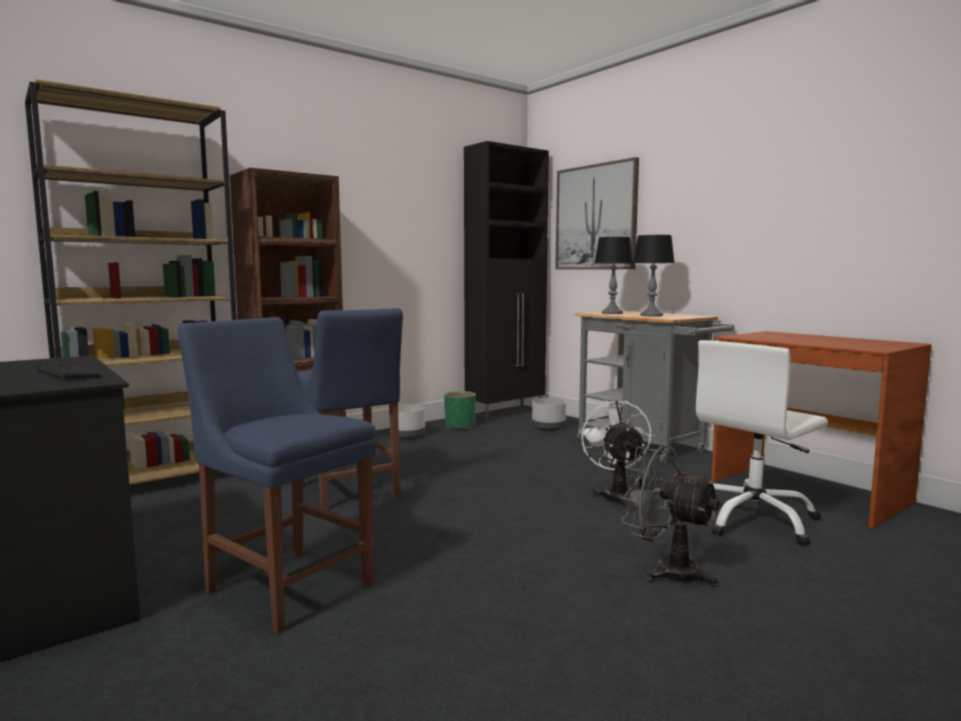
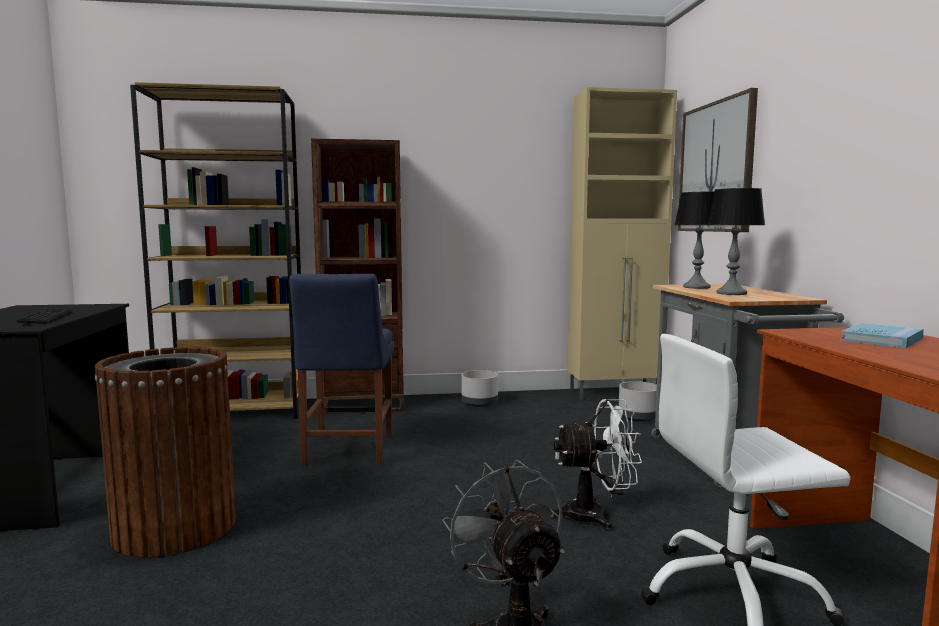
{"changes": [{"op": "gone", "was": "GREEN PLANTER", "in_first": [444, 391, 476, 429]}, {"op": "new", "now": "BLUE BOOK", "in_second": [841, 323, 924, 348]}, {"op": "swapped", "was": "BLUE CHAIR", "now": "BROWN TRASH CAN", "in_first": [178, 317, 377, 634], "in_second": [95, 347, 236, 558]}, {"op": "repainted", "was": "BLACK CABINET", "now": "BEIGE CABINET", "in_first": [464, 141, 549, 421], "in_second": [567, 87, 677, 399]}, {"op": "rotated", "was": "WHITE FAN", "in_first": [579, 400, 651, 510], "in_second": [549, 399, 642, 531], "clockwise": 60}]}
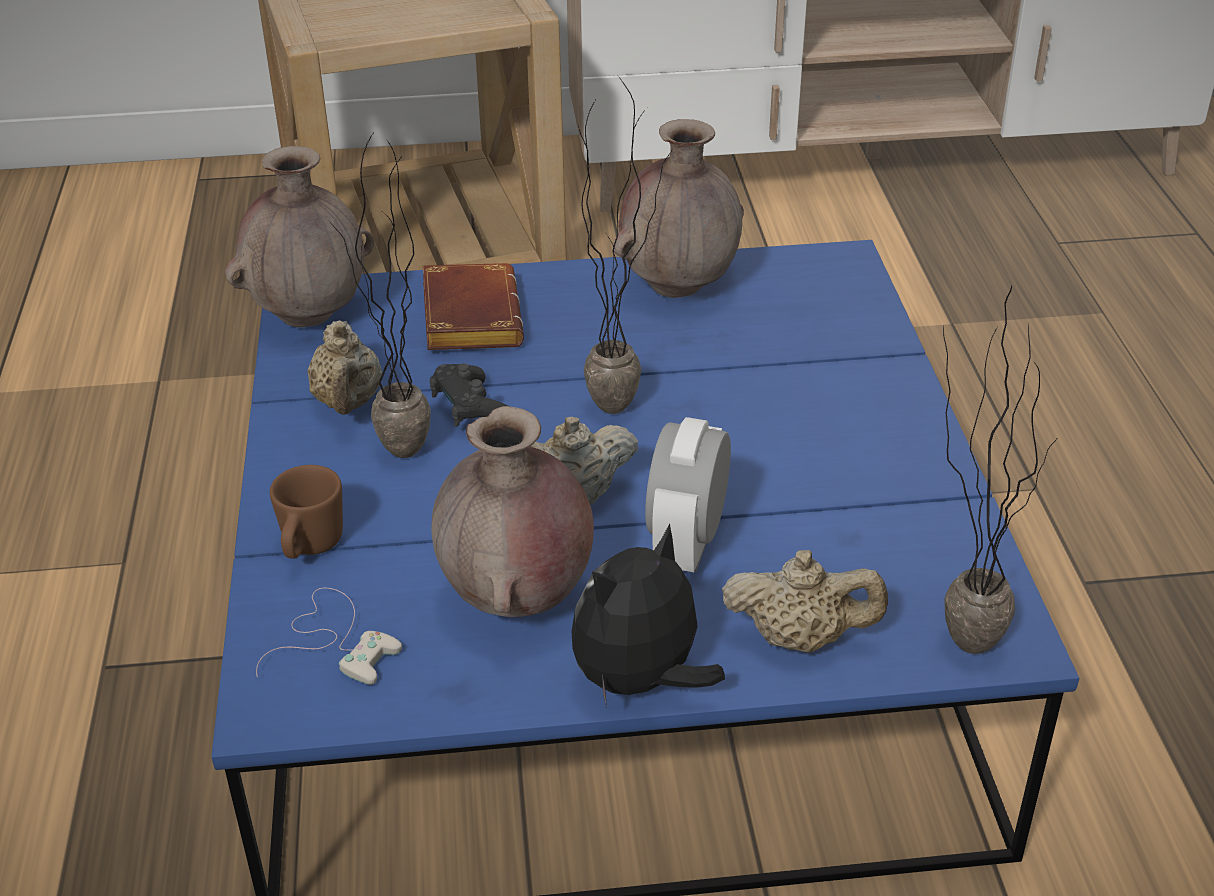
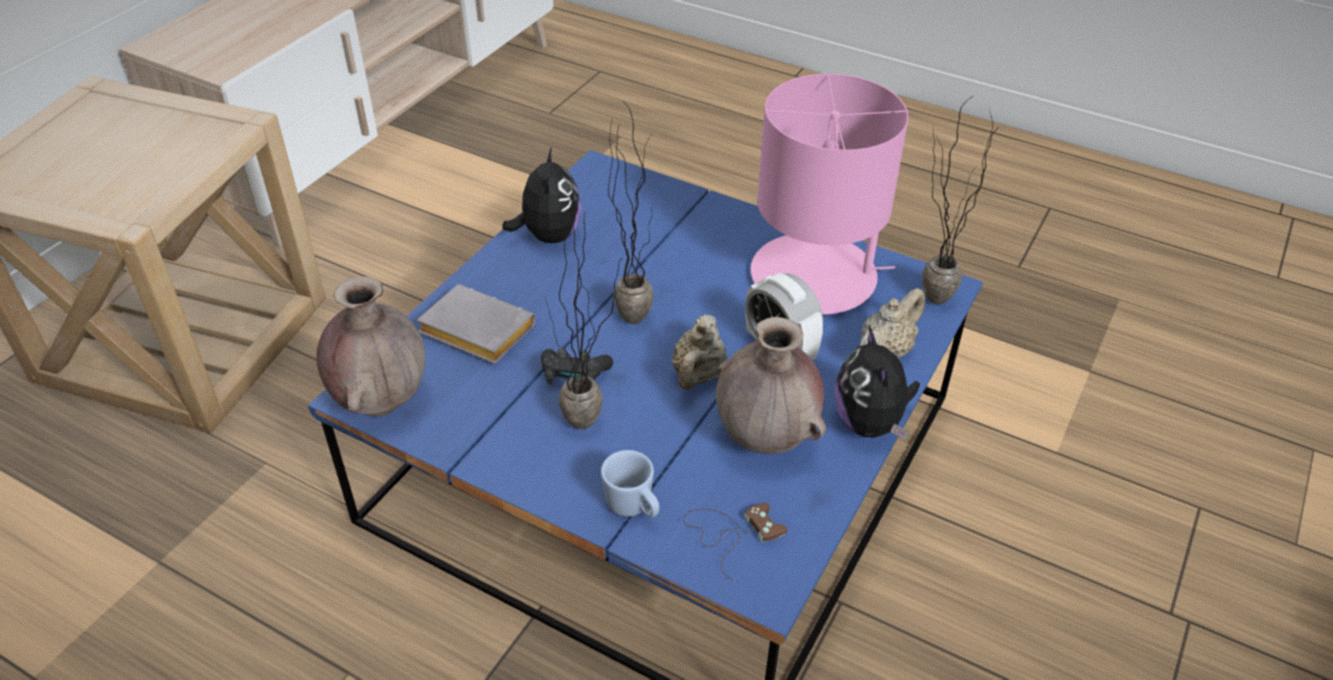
{"changes": [{"op": "gone", "was": "BEIGE TEAPOT", "in_first": [307, 320, 382, 415]}, {"op": "new", "now": "PINK TABLE LAMP", "in_second": [751, 74, 909, 315]}, {"op": "swapped", "was": "BROWN VASE", "now": "PLUSH TOY", "in_first": [613, 119, 744, 298], "in_second": [502, 147, 581, 243]}, {"op": "repainted", "was": "WHITE GAME CONTROLLER", "now": "BROWN GAME CONTROLLER", "in_first": [256, 588, 402, 685], "in_second": [683, 503, 787, 582]}, {"op": "repainted", "was": "BROWN MUG", "now": "BLUE MUG", "in_first": [270, 465, 343, 559], "in_second": [601, 450, 660, 518]}, {"op": "repainted", "was": "BROWN BOOK", "now": "GREY BOOK", "in_first": [423, 263, 524, 350], "in_second": [417, 284, 536, 364]}]}
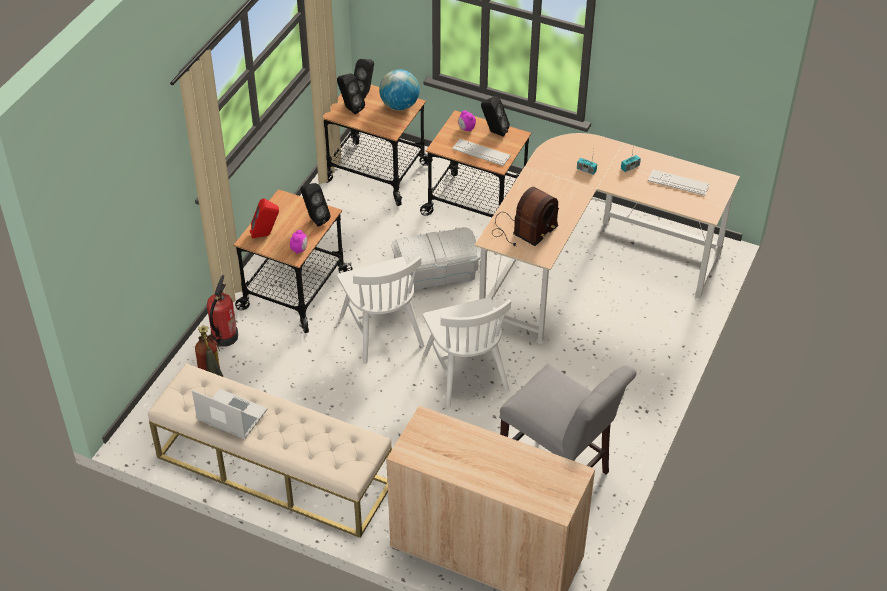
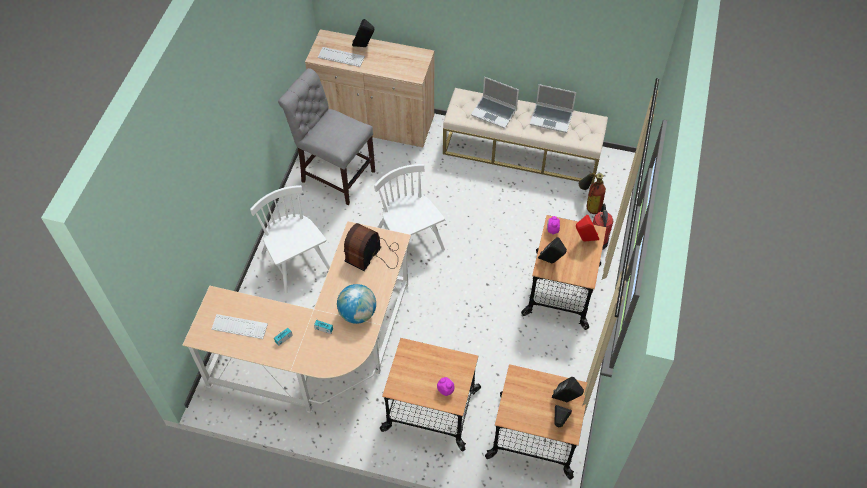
{"changes": [{"op": "gone", "was": "WHITE STORAGE BOX", "in_first": [392, 227, 481, 291]}, {"op": "new", "now": "LAPTOP", "in_second": [471, 77, 519, 129]}, {"op": "shifted", "was": "WHITE CHAIR", "in_first": [337, 256, 425, 364], "in_second": [250, 185, 330, 293]}, {"op": "shifted", "was": "GLOBE", "in_first": [379, 69, 420, 110], "in_second": [337, 284, 376, 324]}, {"op": "shifted", "was": "KEYBOARD", "in_first": [452, 139, 511, 166], "in_second": [318, 47, 365, 67]}, {"op": "shifted", "was": "BLACK SPEAKER", "in_first": [481, 96, 510, 137], "in_second": [352, 19, 374, 47]}]}
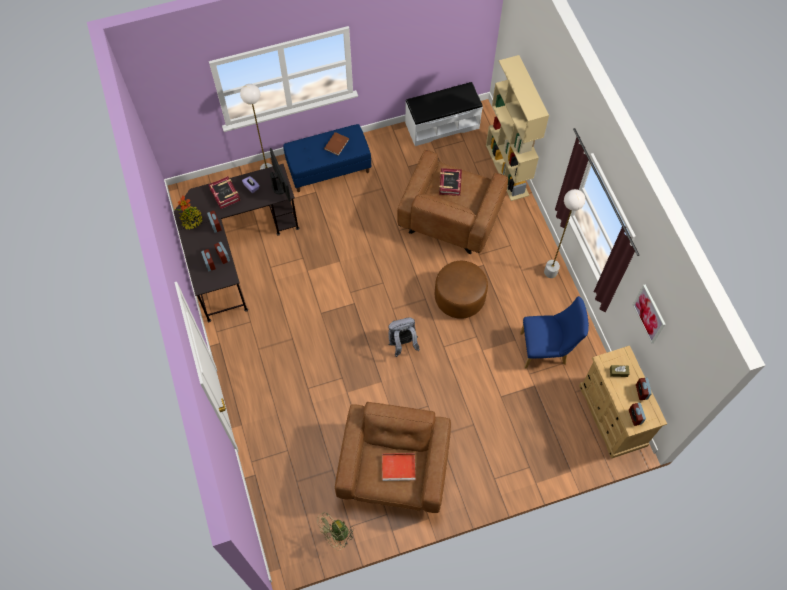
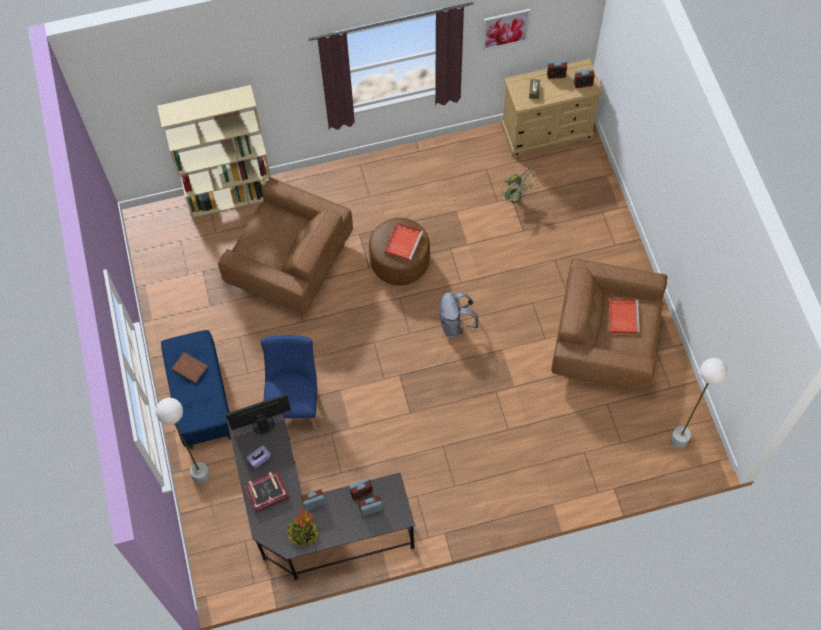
{"changes": [{"op": "gone", "was": "WHITE BENCH", "in_first": [405, 82, 483, 146]}, {"op": "gone", "was": "BOOK", "in_first": [439, 168, 462, 196]}, {"op": "new", "now": "RED TRAY", "in_second": [384, 222, 423, 261]}, {"op": "shifted", "was": "GREEN FAN", "in_first": [317, 512, 354, 551], "in_second": [501, 168, 537, 208]}, {"op": "shifted", "was": "BLUE CHAIR", "in_first": [520, 296, 589, 368], "in_second": [261, 335, 317, 430]}, {"op": "shifted", "was": "WHITE FLOOR LAMP", "in_first": [544, 189, 586, 278], "in_second": [670, 358, 728, 449]}]}
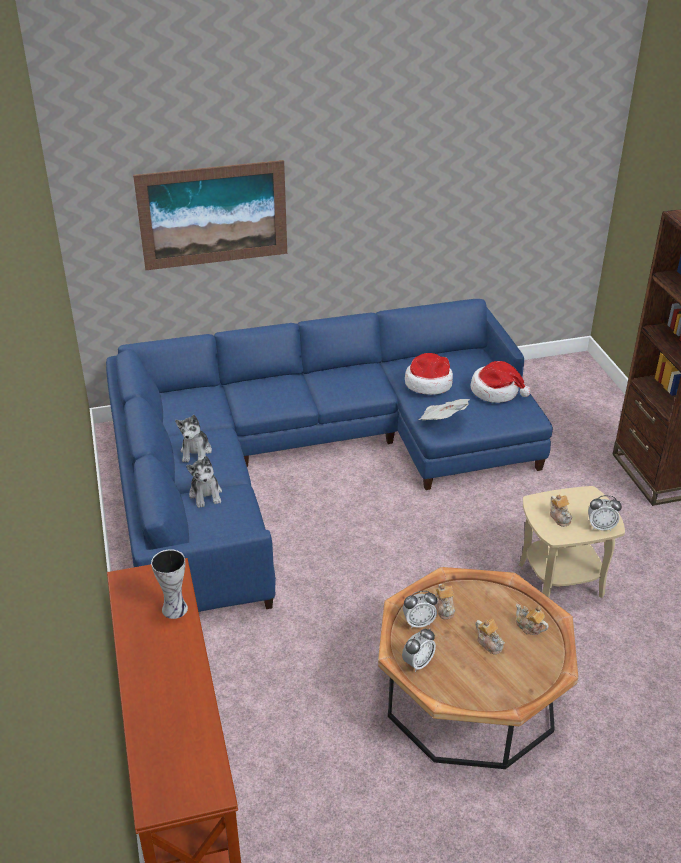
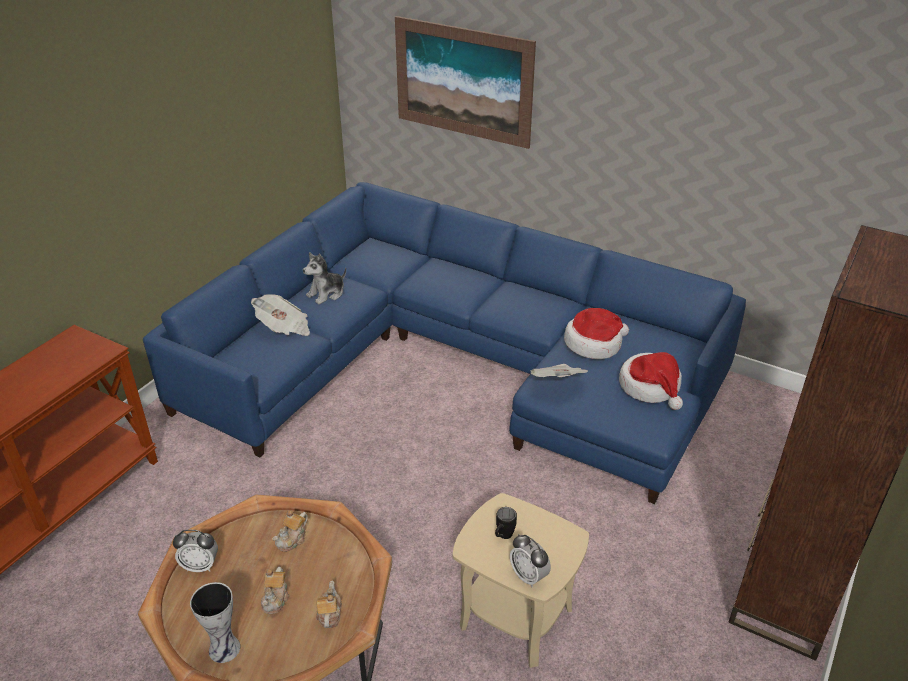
{"changes": [{"op": "gone", "was": "ALARM CLOCK", "in_first": [403, 591, 437, 628]}, {"op": "shifted", "was": "VASE", "in_first": [151, 549, 188, 619], "in_second": [190, 582, 240, 663]}, {"op": "swapped", "was": "PLUSH TOY", "now": "NEWSPAPER", "in_first": [186, 456, 222, 508], "in_second": [251, 294, 310, 336]}, {"op": "swapped", "was": "TEAPOT", "now": "BLACK MUG", "in_first": [550, 494, 572, 527], "in_second": [495, 507, 517, 539]}]}
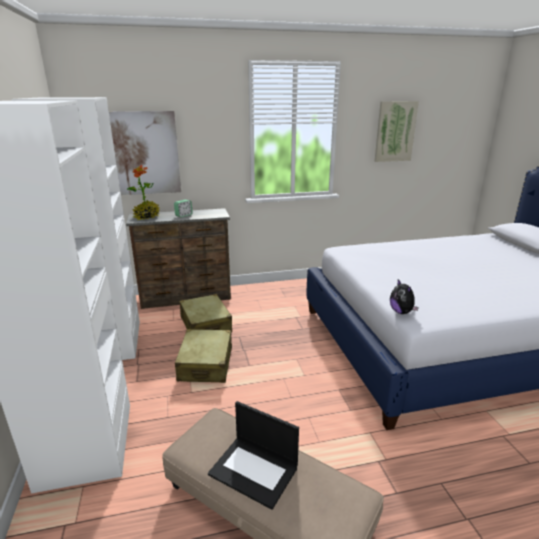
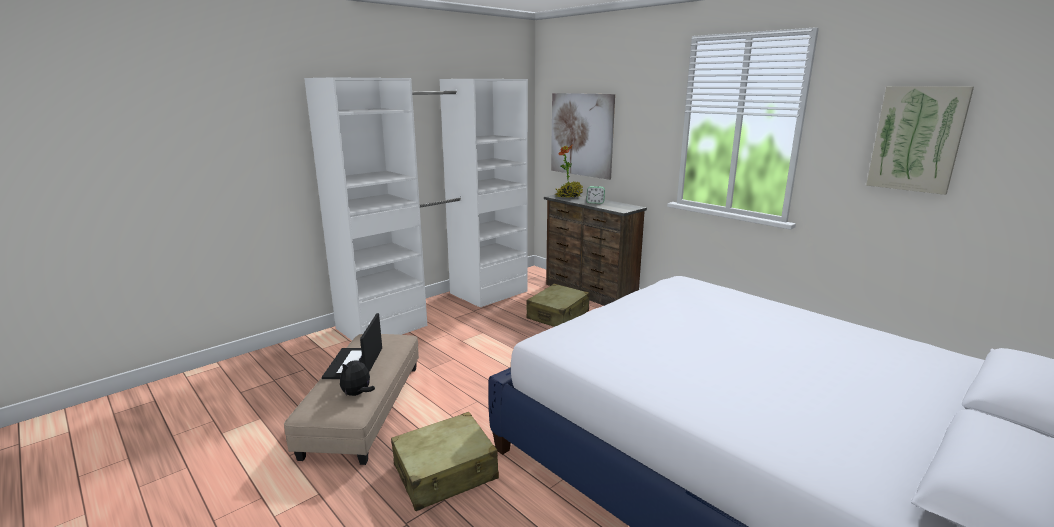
{"changes": [{"op": "shifted", "was": "BEIGE SUITCASE", "in_first": [175, 329, 232, 383], "in_second": [391, 412, 499, 511]}, {"op": "shifted", "was": "PLUSH TOY", "in_first": [390, 279, 419, 314], "in_second": [340, 355, 375, 396]}]}
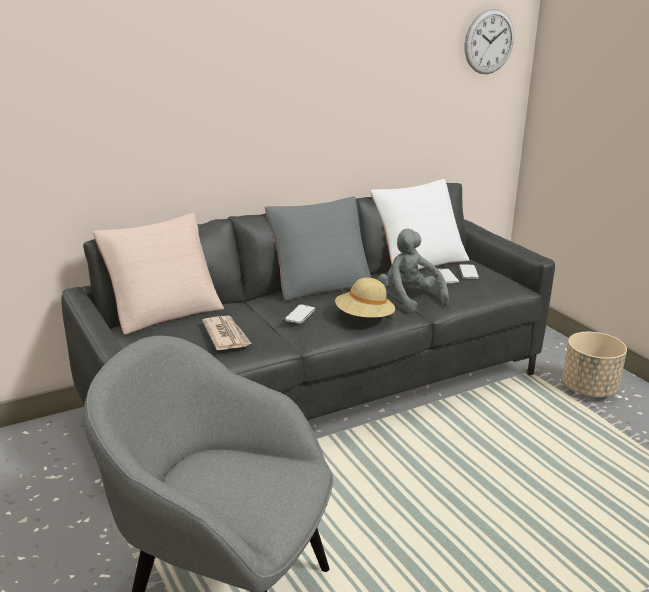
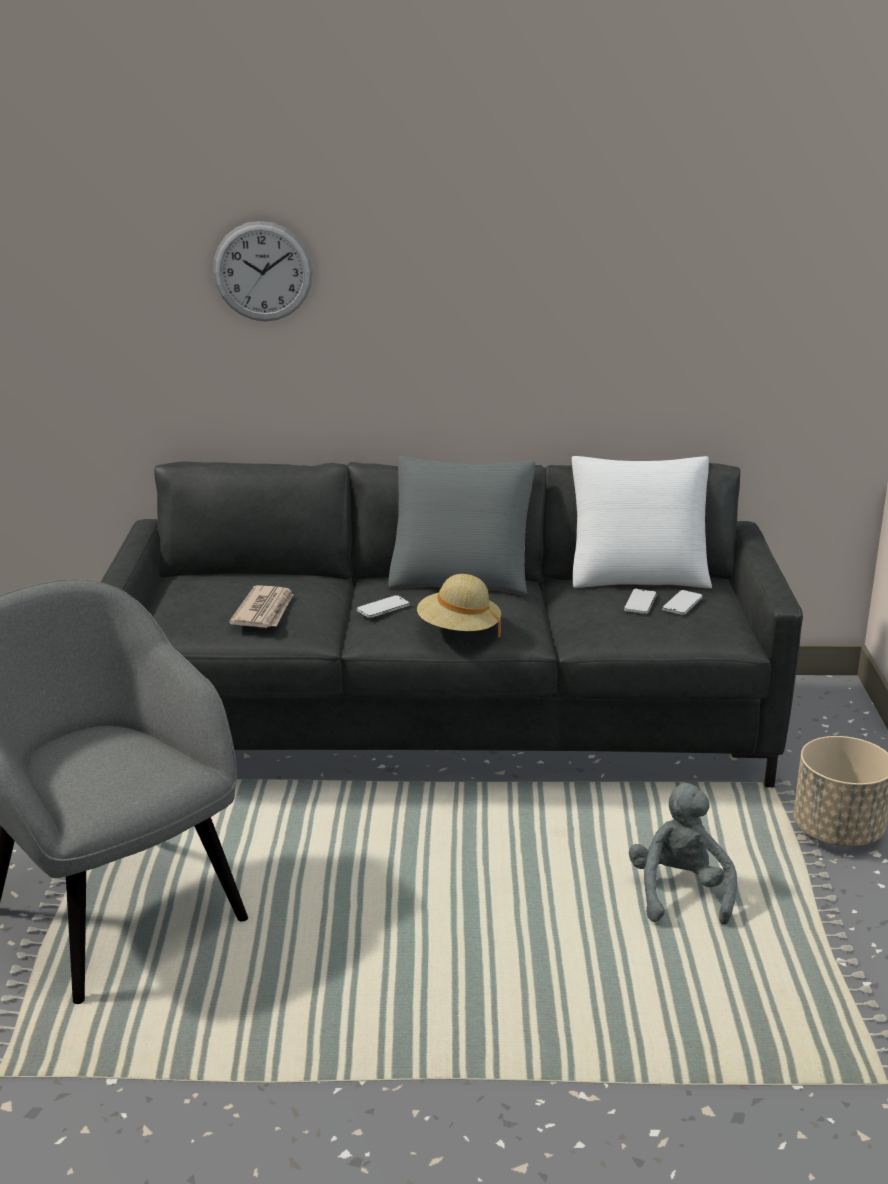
{"changes": [{"op": "gone", "was": "BEIGE PILLOW", "in_first": [93, 213, 224, 335]}, {"op": "shifted", "was": "GREY PLUSH TOY", "in_first": [378, 229, 449, 313], "in_second": [629, 783, 737, 925]}, {"op": "shifted", "was": "WALL CLOCK", "in_first": [465, 9, 514, 74], "in_second": [213, 221, 313, 321]}]}
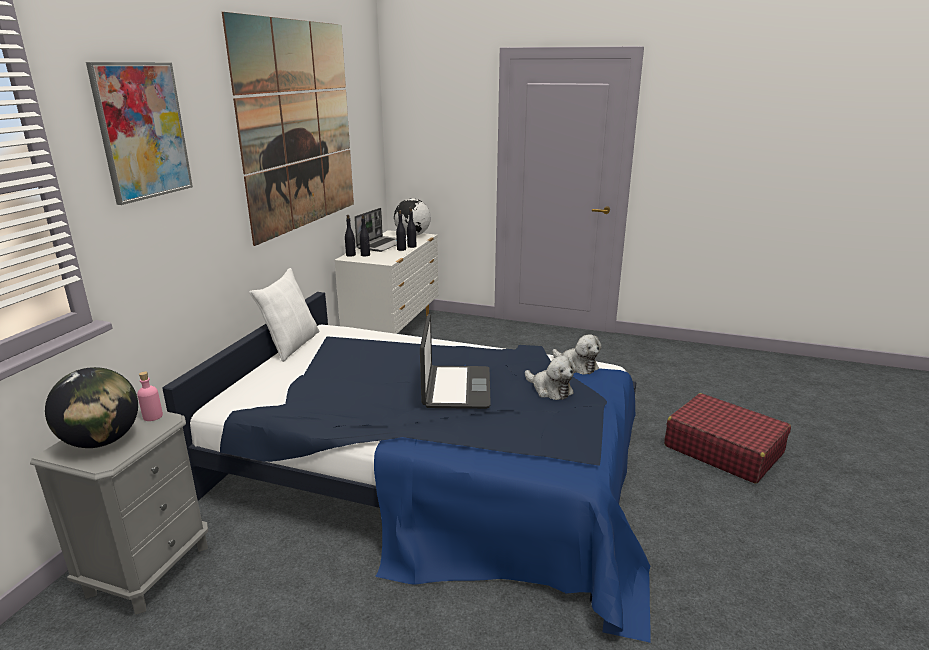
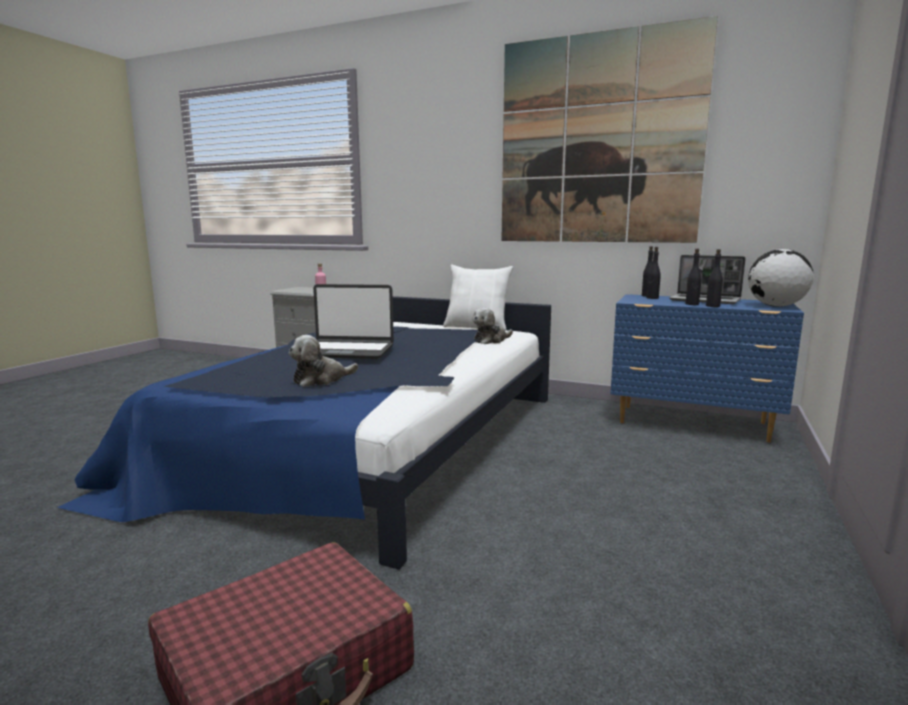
{"changes": [{"op": "gone", "was": "GLOBE", "in_first": [45, 367, 138, 448]}, {"op": "gone", "was": "PICTURE", "in_first": [86, 62, 193, 205]}, {"op": "shifted", "was": "PLUSH TOY", "in_first": [552, 334, 601, 375], "in_second": [473, 308, 513, 344]}, {"op": "repainted", "was": "WHITE DRESSER", "now": "BLUE DRESSER", "in_first": [334, 230, 439, 334], "in_second": [611, 294, 804, 442]}]}
